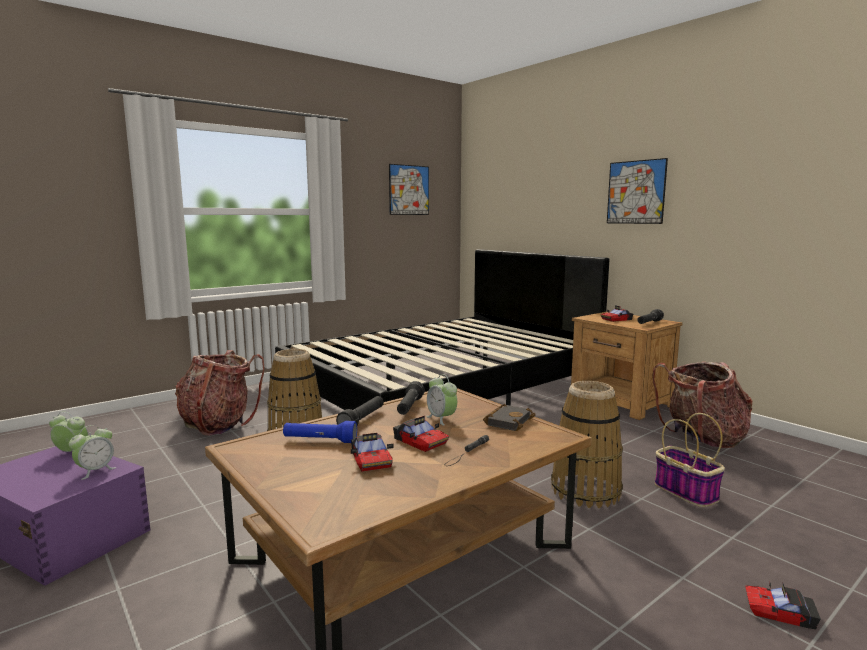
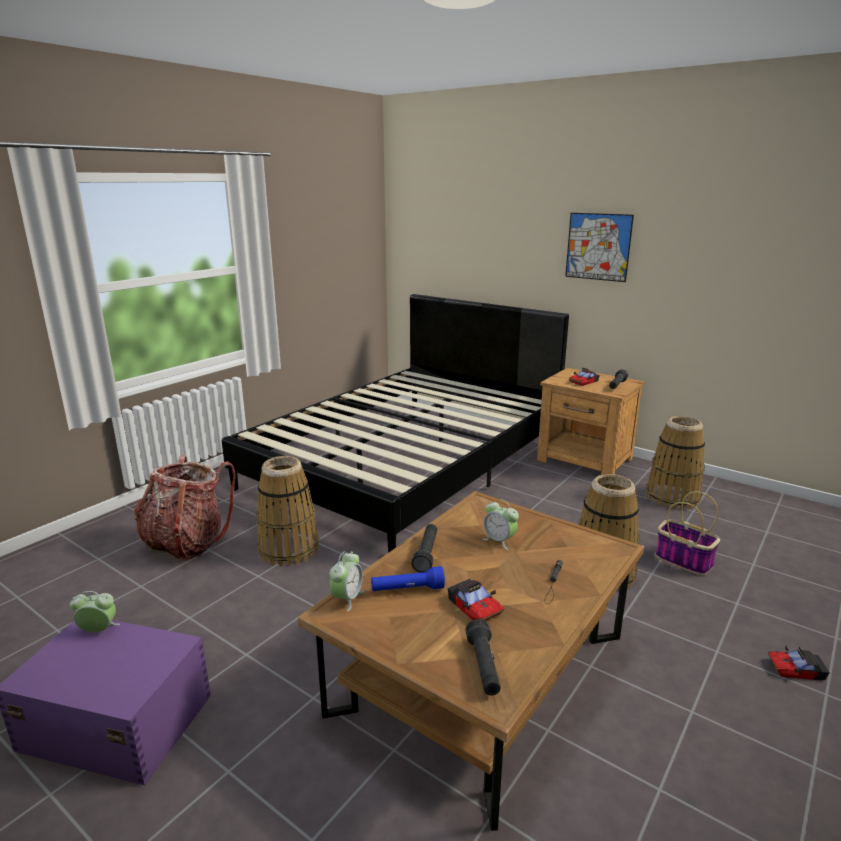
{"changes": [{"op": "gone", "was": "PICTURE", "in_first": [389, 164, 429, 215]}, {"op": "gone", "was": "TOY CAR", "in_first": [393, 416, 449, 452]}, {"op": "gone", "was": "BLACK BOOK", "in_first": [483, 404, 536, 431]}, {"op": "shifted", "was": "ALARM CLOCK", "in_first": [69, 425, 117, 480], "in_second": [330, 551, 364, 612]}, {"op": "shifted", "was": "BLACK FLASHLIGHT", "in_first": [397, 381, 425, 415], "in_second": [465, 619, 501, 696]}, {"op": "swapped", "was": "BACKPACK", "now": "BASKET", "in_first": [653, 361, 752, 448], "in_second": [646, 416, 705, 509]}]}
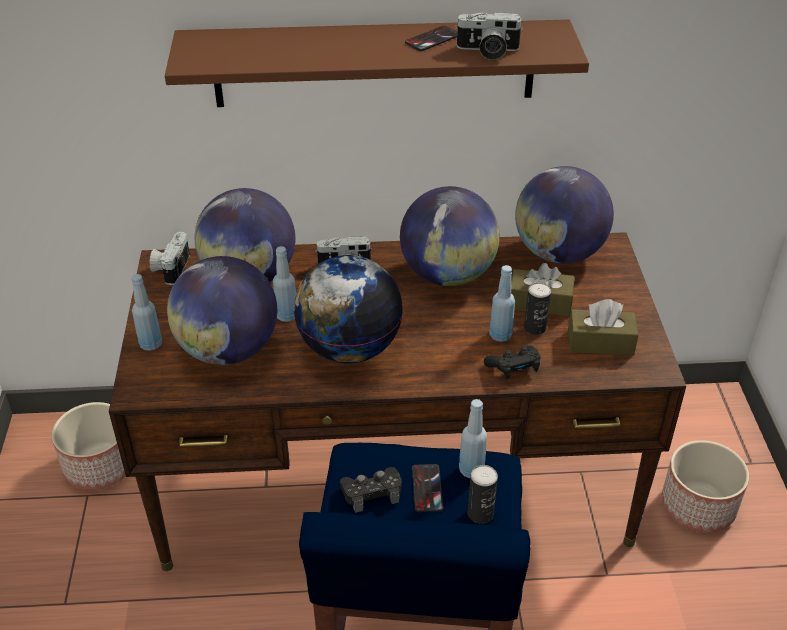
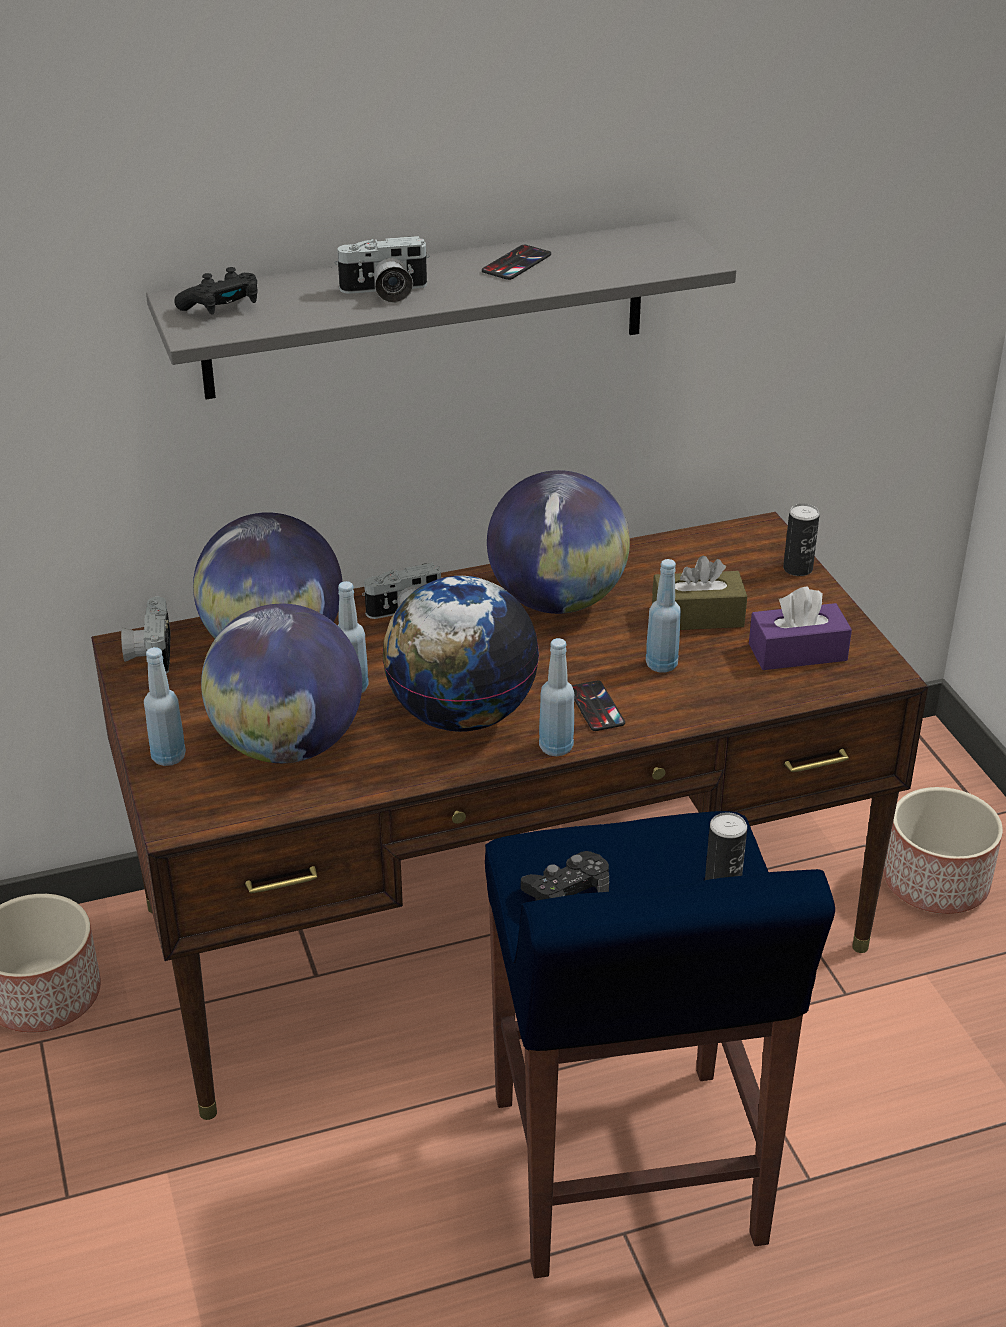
{"changes": [{"op": "gone", "was": "GLOBE", "in_first": [515, 166, 614, 264]}, {"op": "shifted", "was": "PHONE", "in_first": [412, 464, 443, 512], "in_second": [572, 680, 625, 731]}, {"op": "shifted", "was": "PHOTO CAMERA", "in_first": [455, 12, 523, 60], "in_second": [335, 236, 430, 303]}, {"op": "shifted", "was": "BLUE BOTTLE", "in_first": [459, 399, 487, 478], "in_second": [539, 638, 574, 756]}, {"op": "shifted", "was": "BLACK GAME CONTROLLER", "in_first": [484, 346, 541, 379], "in_second": [174, 267, 258, 315]}, {"op": "shifted", "was": "CAN", "in_first": [524, 282, 551, 335], "in_second": [783, 504, 820, 576]}, {"op": "repainted", "was": "BROWN SHELF", "now": "GREY SHELF", "in_first": [165, 19, 589, 107], "in_second": [146, 220, 736, 399]}, {"op": "repainted", "was": "BROWN TISSUE BOX", "now": "PURPLE TISSUE BOX", "in_first": [568, 299, 638, 355], "in_second": [749, 587, 852, 670]}]}
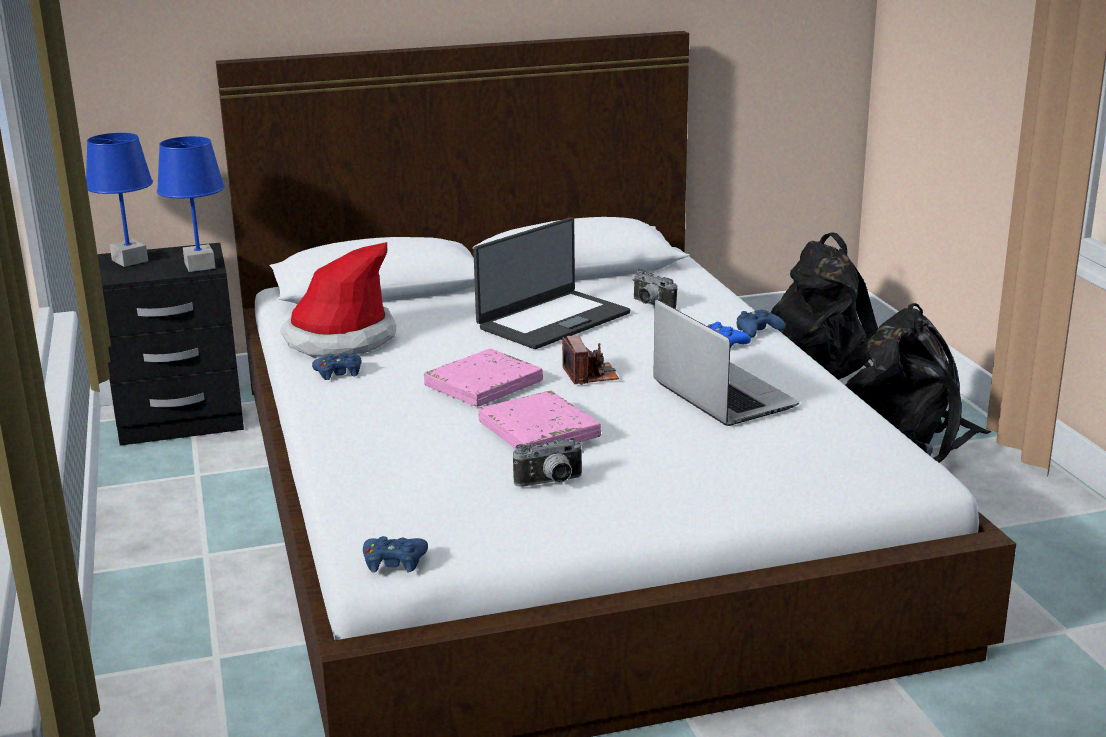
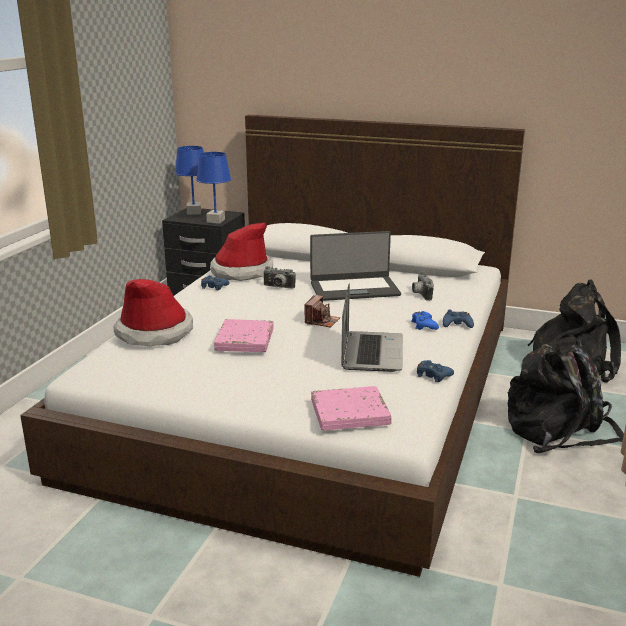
{"changes": [{"op": "new", "now": "HAT", "in_second": [113, 279, 193, 346]}, {"op": "shifted", "was": "BLUE GAME CONTROLLER", "in_first": [363, 536, 428, 573], "in_second": [417, 360, 454, 382]}, {"op": "shifted", "was": "PINK BOOK", "in_first": [424, 349, 543, 406], "in_second": [311, 386, 392, 431]}, {"op": "shifted", "was": "PHOTO CAMERA", "in_first": [513, 438, 584, 487], "in_second": [263, 266, 296, 288]}]}
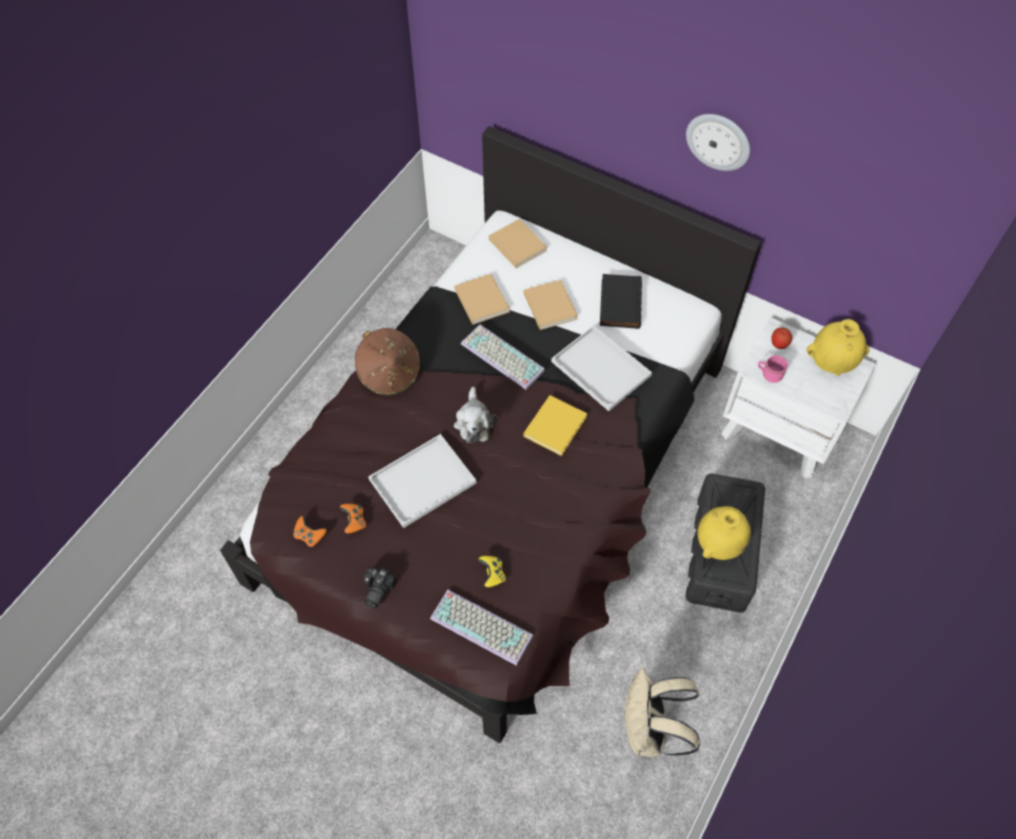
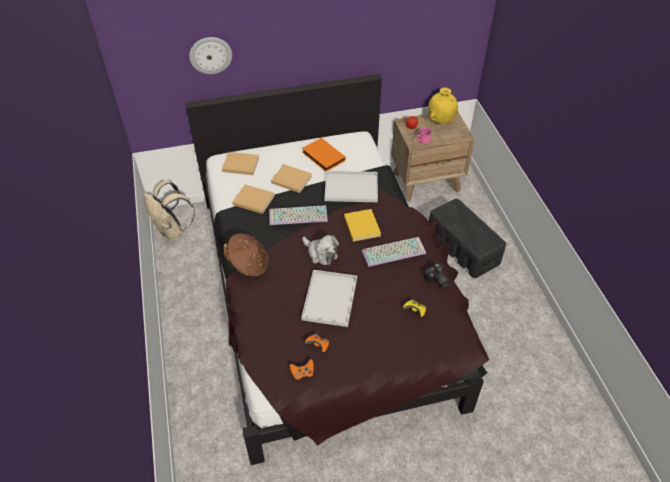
{"changes": [{"op": "gone", "was": "YELLOW VASE", "in_first": [697, 506, 751, 560]}, {"op": "shifted", "was": "PHOTO CAMERA", "in_first": [364, 567, 397, 609], "in_second": [424, 263, 449, 288]}, {"op": "shifted", "was": "KEYBOARD", "in_first": [430, 590, 533, 666], "in_second": [362, 237, 426, 267]}, {"op": "shifted", "was": "BEIGE BACKPACK", "in_first": [623, 668, 700, 757], "in_second": [144, 181, 195, 240]}, {"op": "shifted", "was": "WALL CLOCK", "in_first": [686, 114, 750, 171], "in_second": [189, 37, 232, 74]}, {"op": "repainted", "was": "BLACK BOOK", "now": "ORANGE BOOK", "in_first": [600, 274, 642, 329], "in_second": [302, 138, 346, 172]}, {"op": "repainted", "was": "WHITE NIGHTSTAND", "now": "BROWN NIGHTSTAND", "in_first": [721, 317, 876, 478], "in_second": [391, 111, 475, 201]}]}
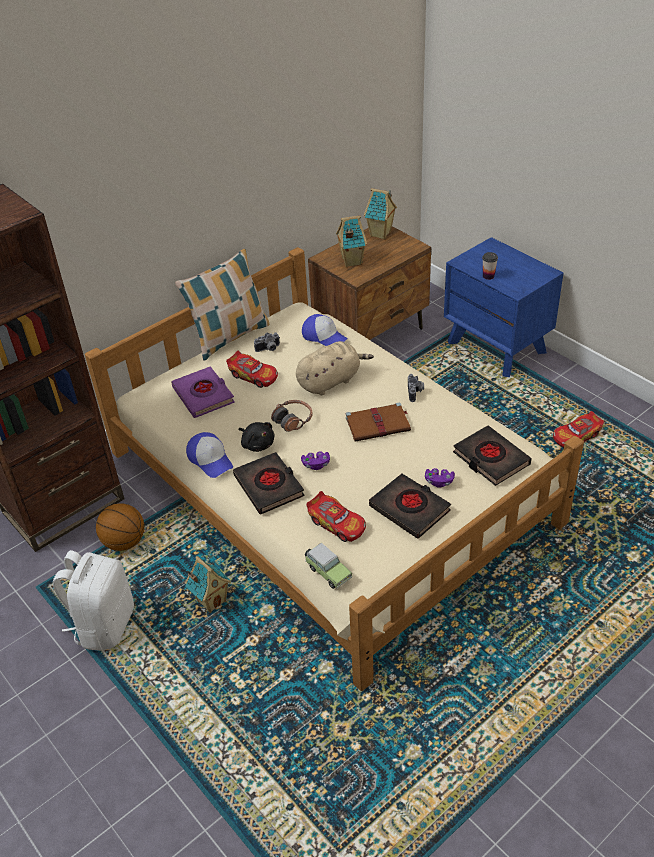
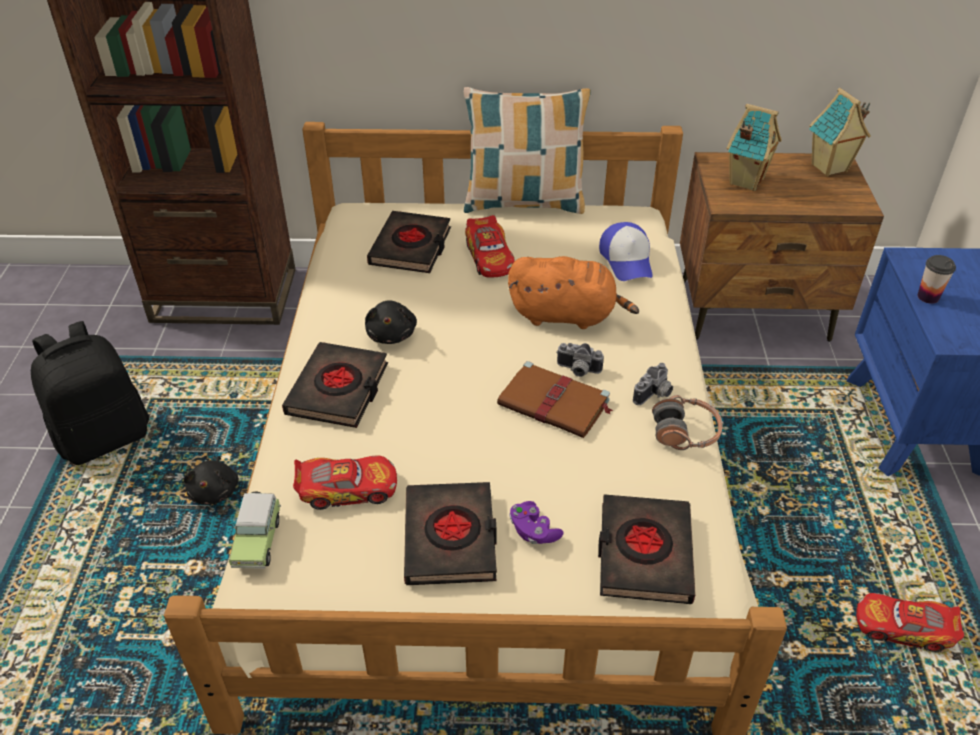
{"changes": [{"op": "gone", "was": "BASKETBALL", "in_first": [96, 503, 144, 551]}, {"op": "gone", "was": "CAP", "in_first": [186, 432, 233, 478]}, {"op": "gone", "was": "PURPLE GAME CONTROLLER", "in_first": [301, 451, 330, 470]}, {"op": "shifted", "was": "PHOTO CAMERA", "in_first": [254, 333, 280, 352], "in_second": [556, 343, 604, 377]}, {"op": "shifted", "was": "HEADPHONES", "in_first": [271, 400, 312, 432], "in_second": [652, 395, 723, 450]}, {"op": "swapped", "was": "TOY HOUSE", "now": "BLACK PLUSH TOY", "in_first": [185, 556, 231, 613], "in_second": [184, 456, 239, 505]}, {"op": "repainted", "was": "WHITE BACKPACK", "now": "BLACK BACKPACK", "in_first": [53, 550, 134, 651], "in_second": [31, 321, 149, 465]}, {"op": "repainted", "was": "PURPLE BOOK", "now": "BLACK BOOK", "in_first": [171, 366, 235, 418], "in_second": [367, 211, 451, 273]}, {"op": "repainted", "was": "BEIGE PLUSH TOY", "now": "ORANGE PLUSH TOY", "in_first": [296, 341, 374, 395], "in_second": [508, 256, 639, 329]}, {"op": "rotated", "was": "TOY CAR", "in_first": [306, 491, 366, 542], "in_second": [293, 456, 397, 510], "clockwise": -90}]}
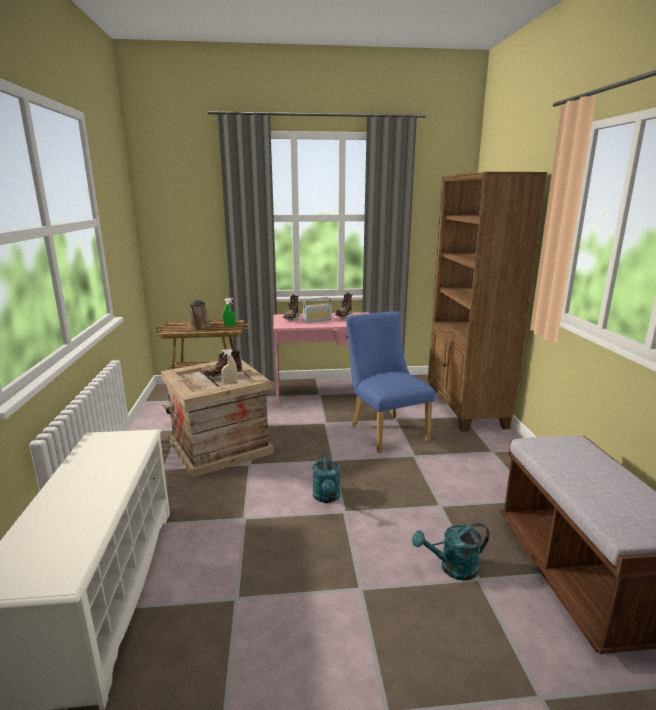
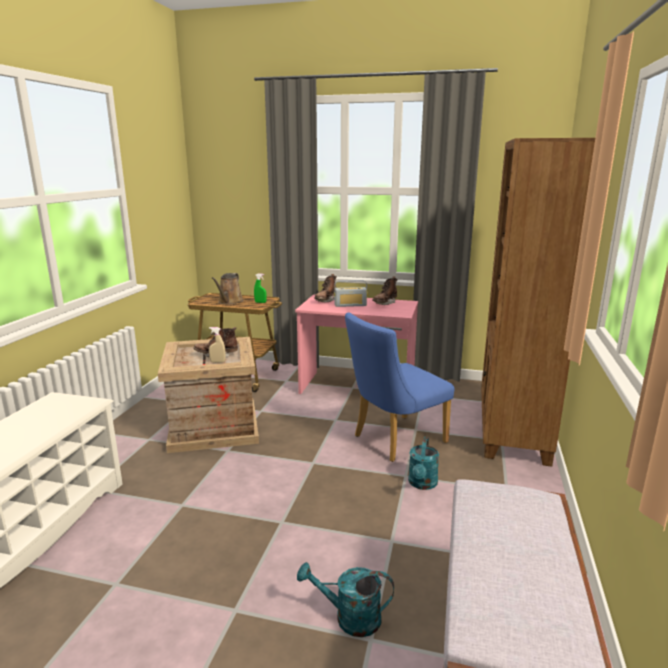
{"changes": [{"op": "shifted", "was": "TURQUOISE WATERING CAN", "in_first": [312, 452, 340, 503], "in_second": [408, 437, 439, 490]}, {"op": "rotated", "was": "BLUE CHAIR", "in_first": [346, 311, 435, 453], "in_second": [345, 312, 454, 462], "clockwise": -120}]}
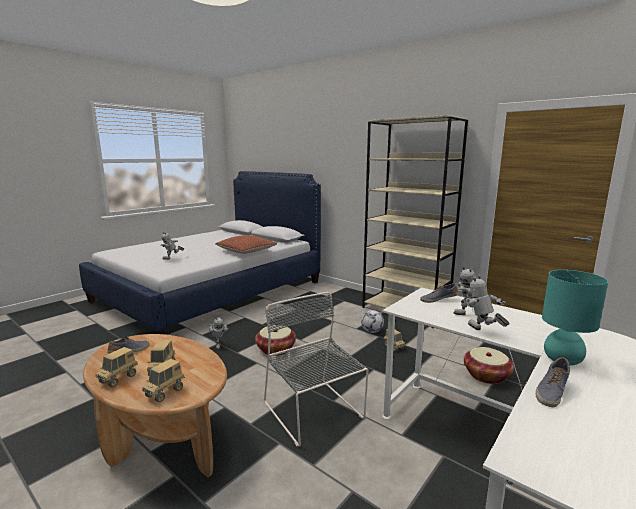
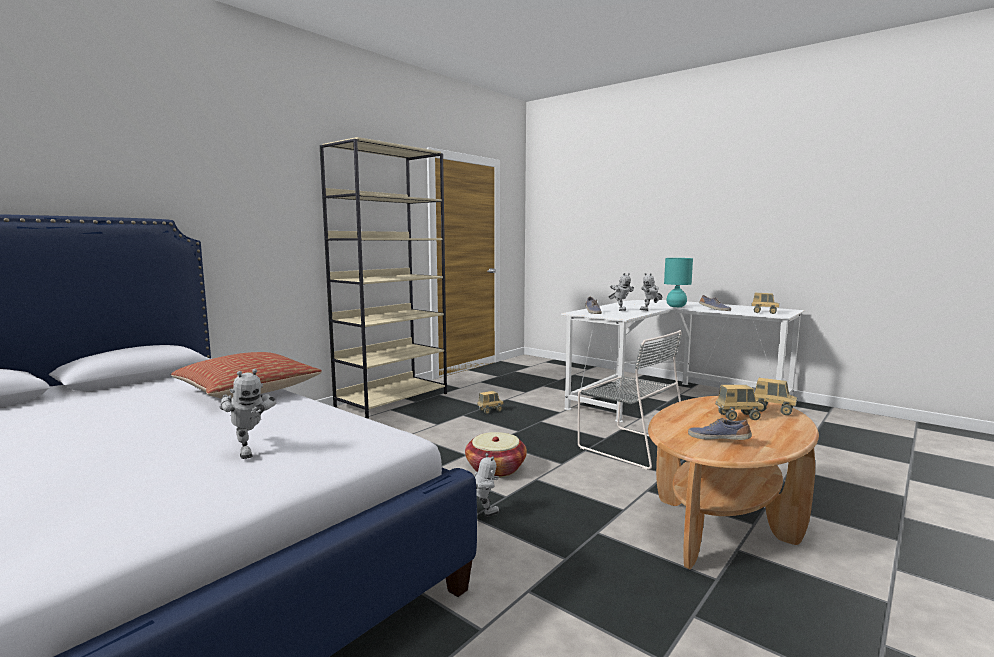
{"changes": [{"op": "gone", "was": "FOOTBALL", "in_first": [361, 310, 384, 333]}, {"op": "gone", "was": "BASKET", "in_first": [464, 347, 514, 384]}, {"op": "shifted", "was": "TOY TRUCK", "in_first": [96, 347, 138, 388], "in_second": [751, 293, 779, 314]}, {"op": "rotated", "was": "GREY CHAIR", "in_first": [264, 292, 368, 447], "in_second": [578, 330, 682, 470], "clockwise": -105}]}
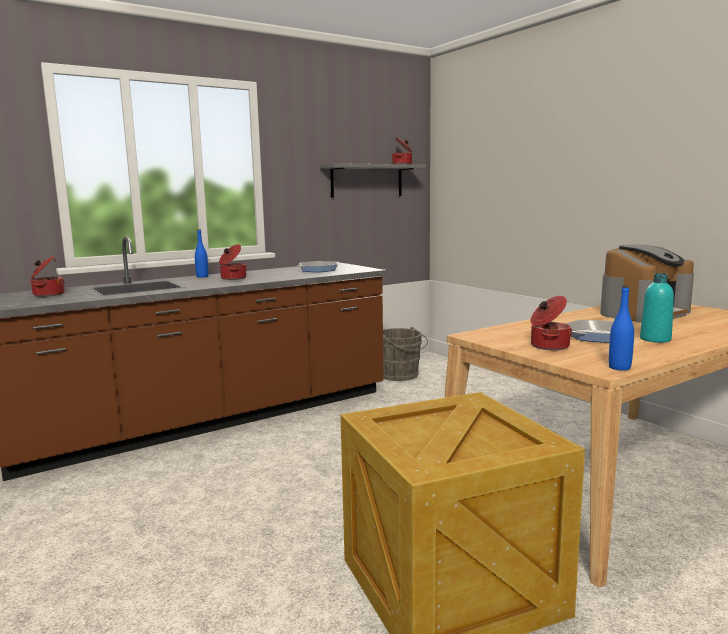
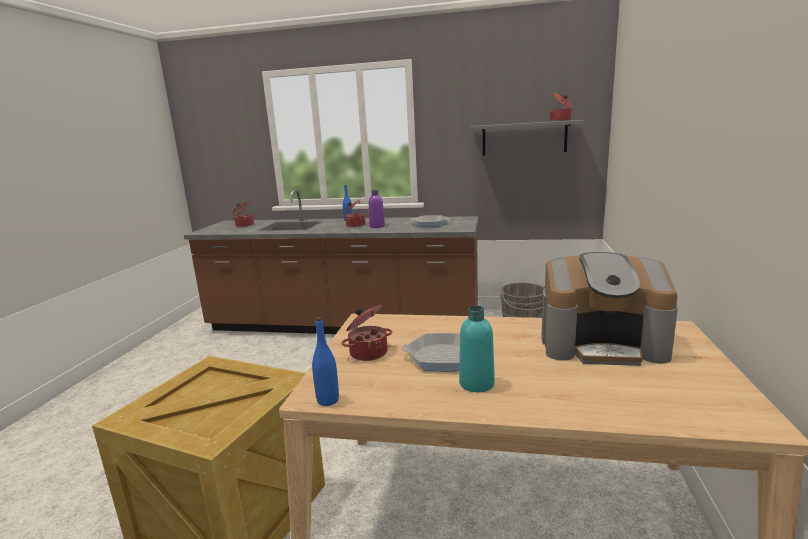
{"changes": [{"op": "new", "now": "PURPLE BOTTLE", "in_second": [369, 190, 385, 228]}]}
